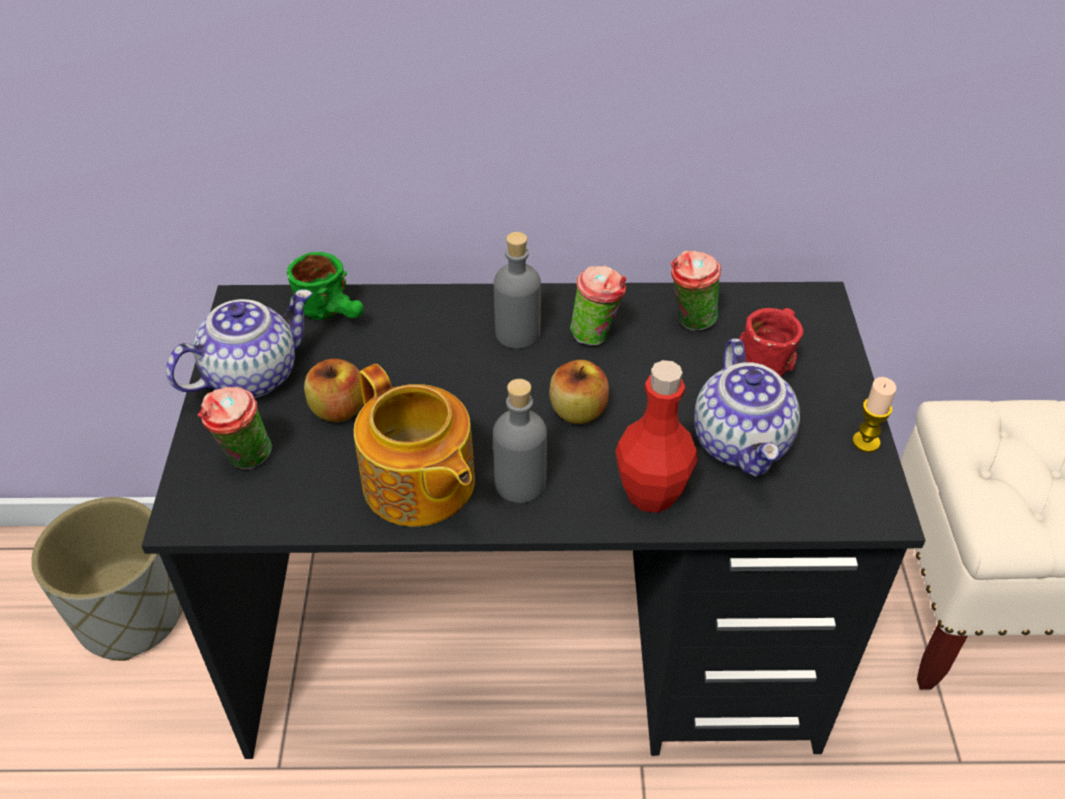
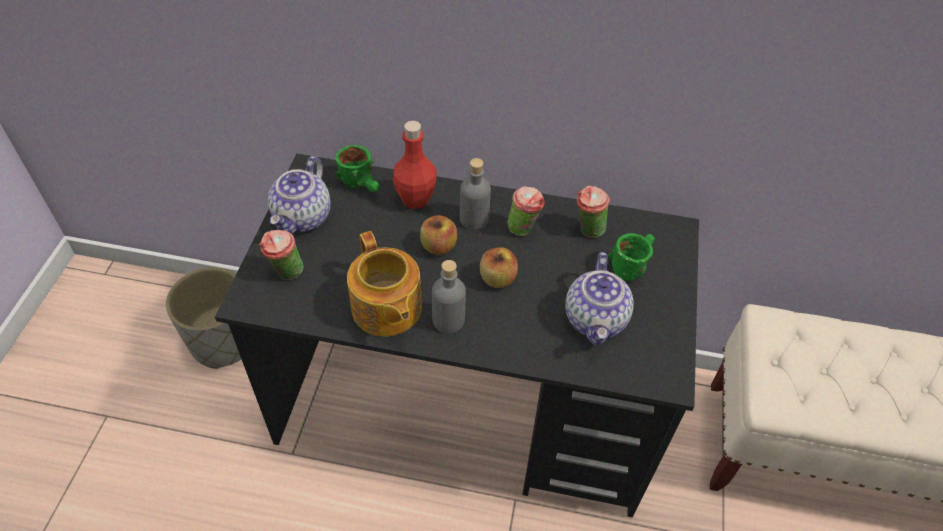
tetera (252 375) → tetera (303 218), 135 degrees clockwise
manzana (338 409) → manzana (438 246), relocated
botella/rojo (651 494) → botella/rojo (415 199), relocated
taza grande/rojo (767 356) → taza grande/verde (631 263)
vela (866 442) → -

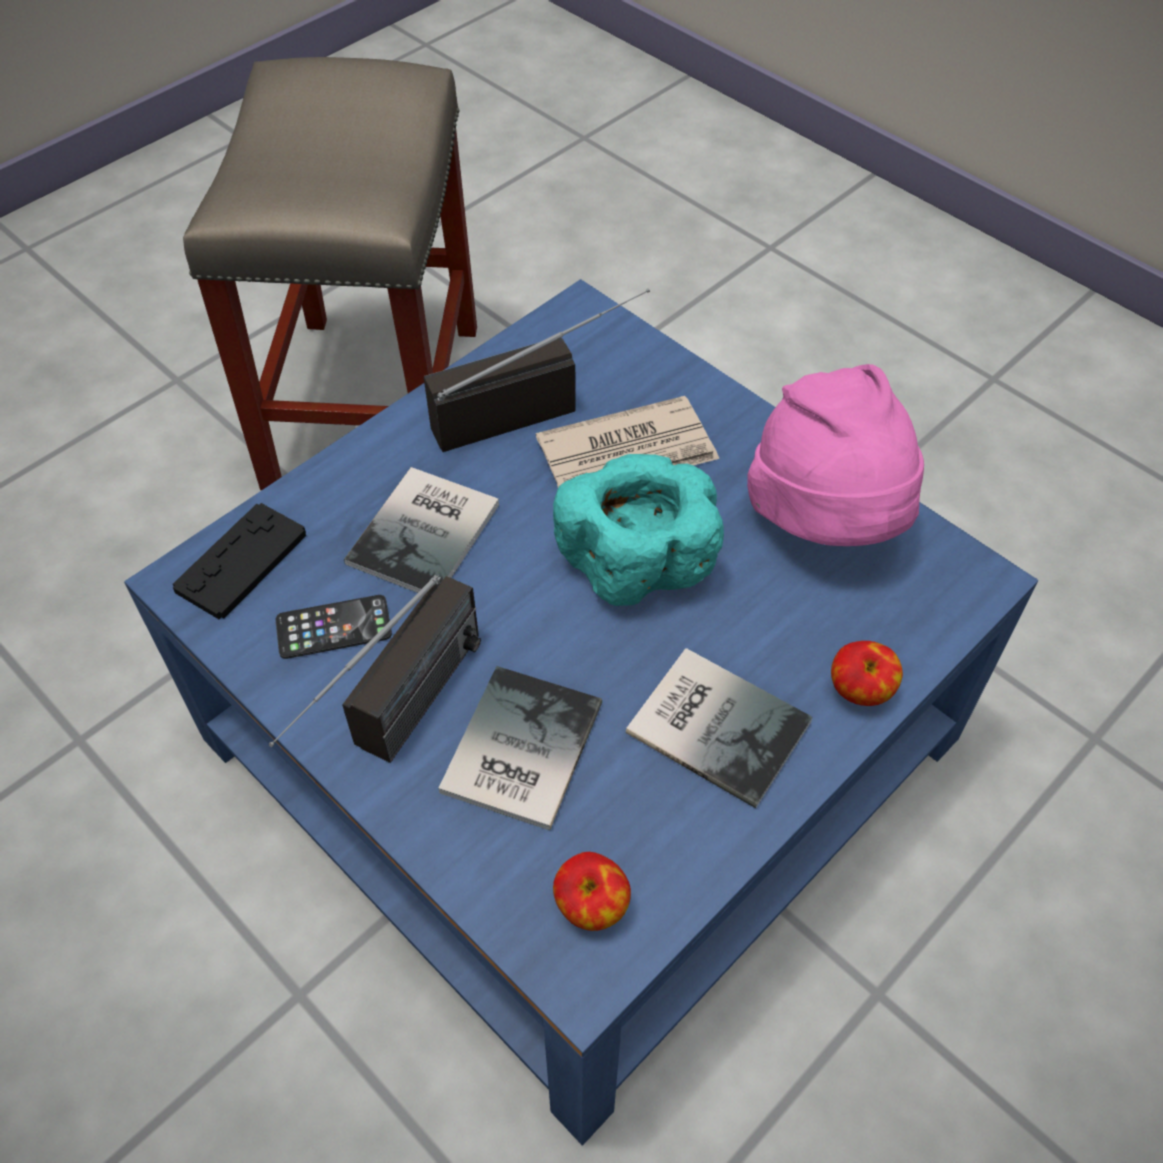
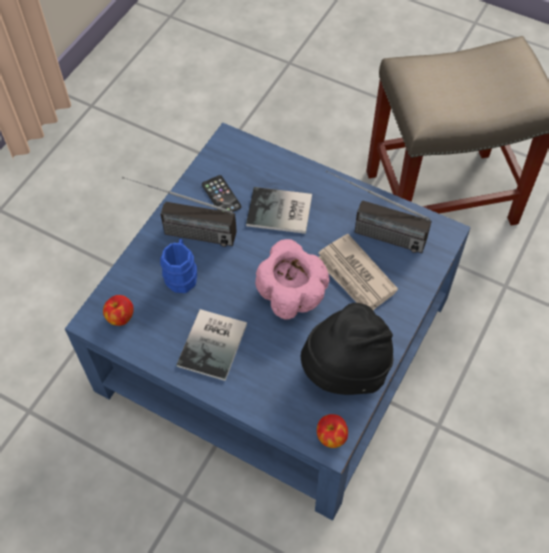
mando de consola/negro (241 562) → -
radio (538 407) → radio (371 232), 150 degrees clockwise
libro (516 750) → taza grande/azul (181 274)
cuenco/turquesa (637 560) → cuenco/rosa (292 294)
sombrero/rosa (827 519) → sombrero/negro (345 369)
manzana (860 691) → manzana (331 437), relocated

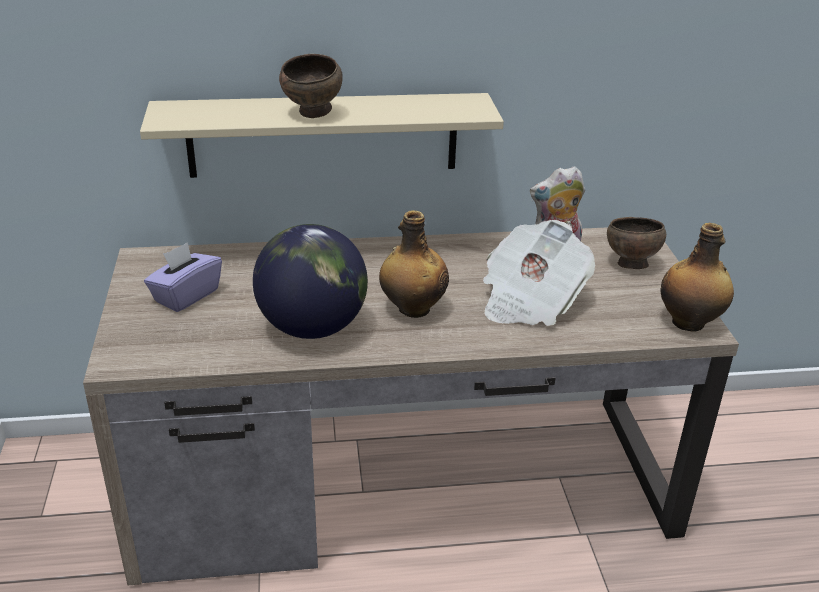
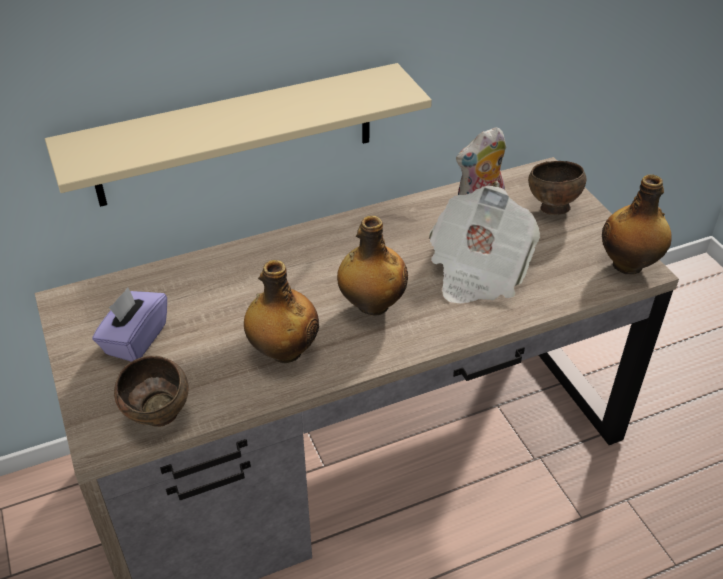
globo terráqueo (312 328) → botella (283 351)
cuenco/marrón (313 114) → cuenco/marrón (160 417), relocated

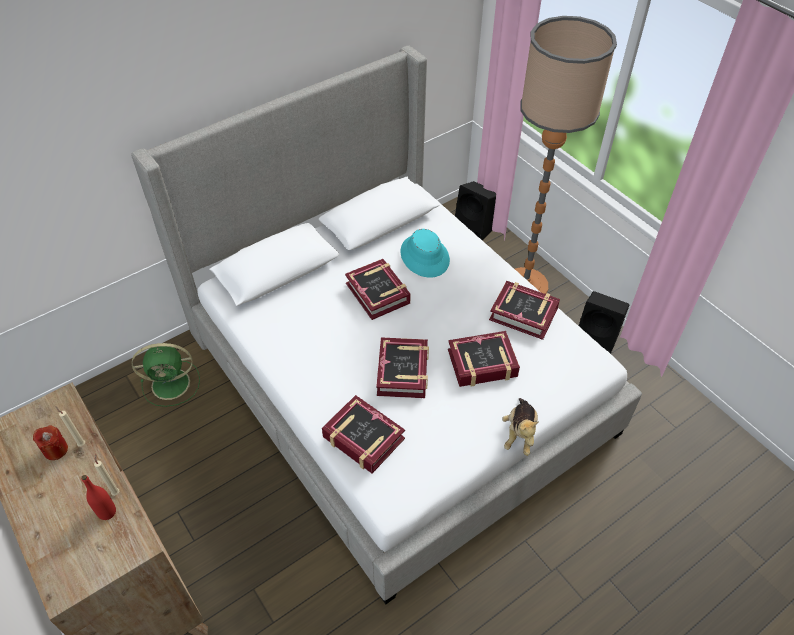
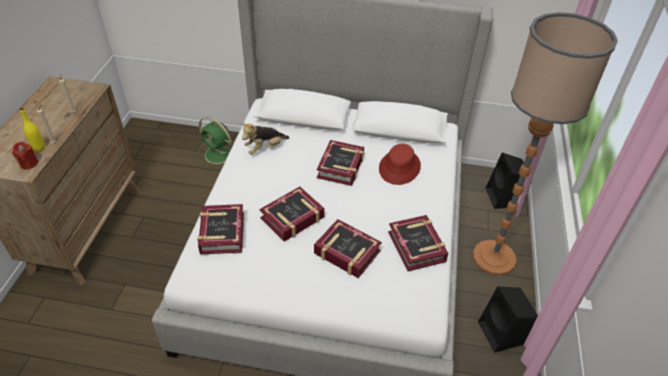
vela/rojo (56 450) → vela/rojo (29 163), relocated
botella/rojo (107 512) → botella/amarillo (39 148)
sombrero/turquesa (425 256) → sombrero/rojo (399 167)
peluche (519 433) → peluche (265 148), relocated

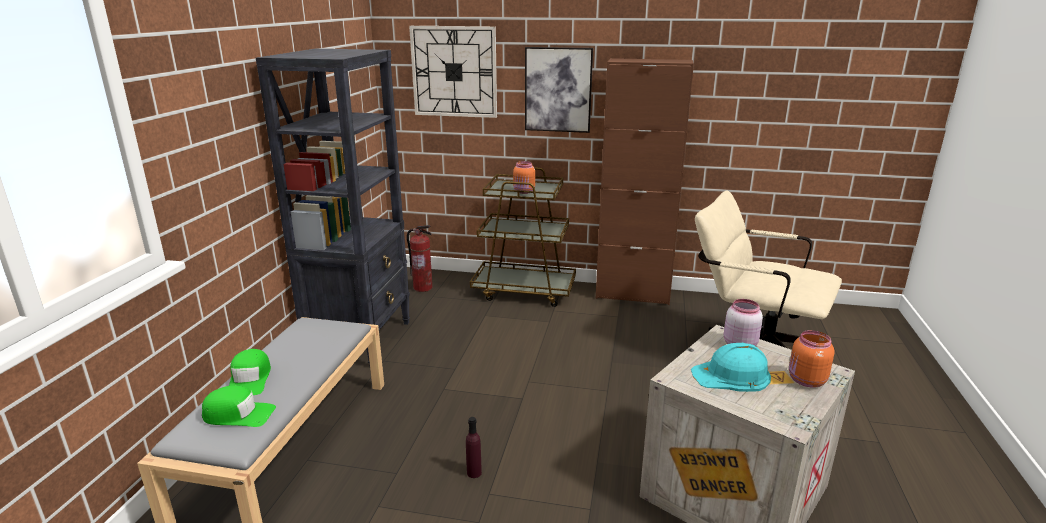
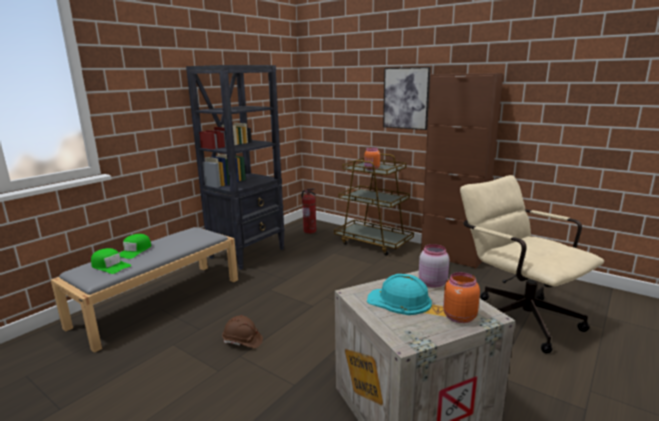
reloj de pared (454 72) → -
botella/morado (474 473) → casco/marrón (242 341)

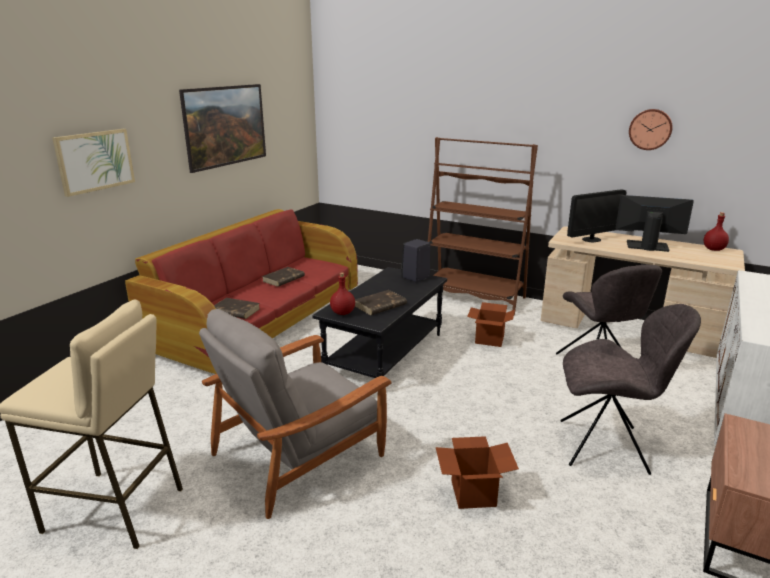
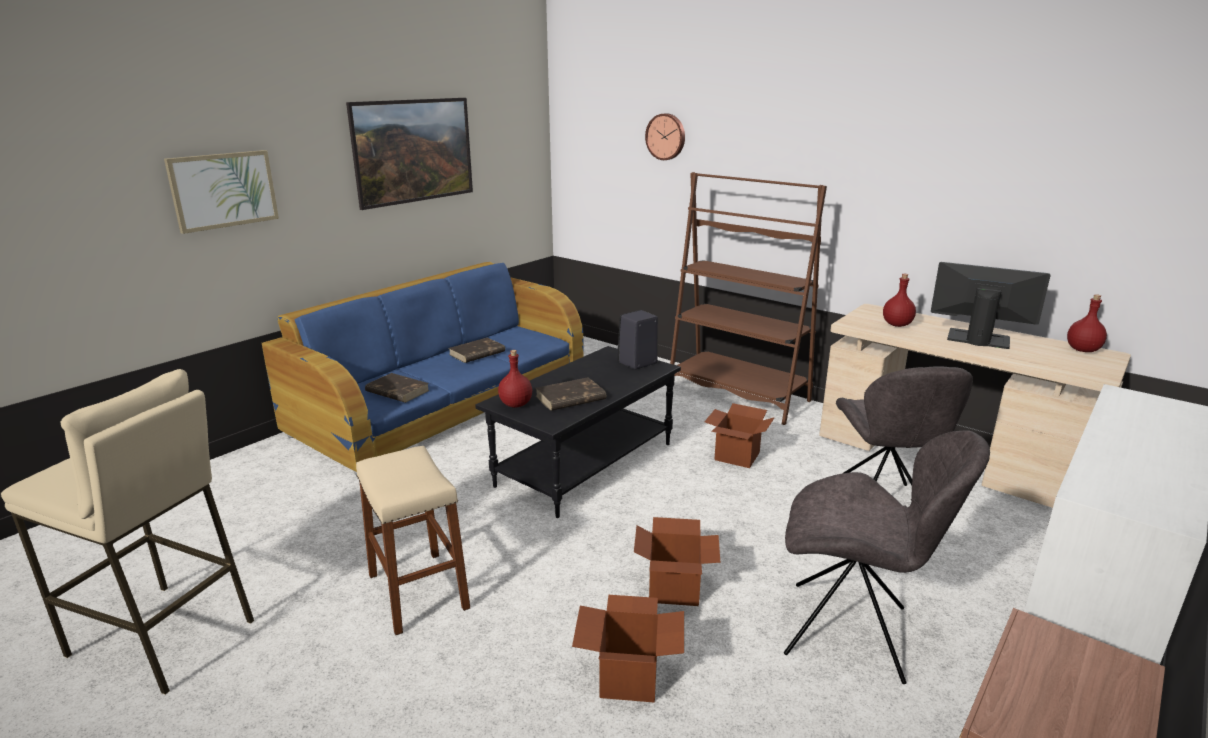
sofá/rojo (260 318) → sofá/azul (444 402)
sillón/gris (299 454) → taburete/beis (418 591)
monitor (591 239) → botella/rojo (896 324)
reloj de pared (650 129) → reloj de pared (666 136), relocated
- → caja de cartón (673 589)

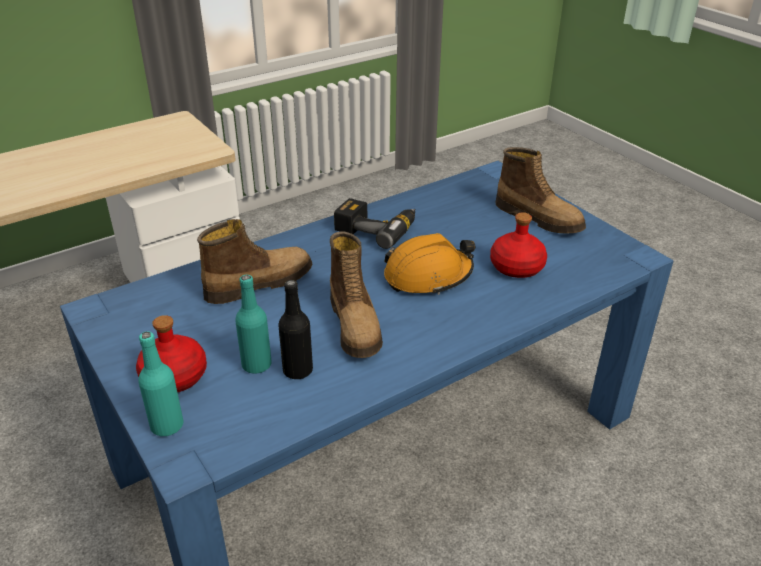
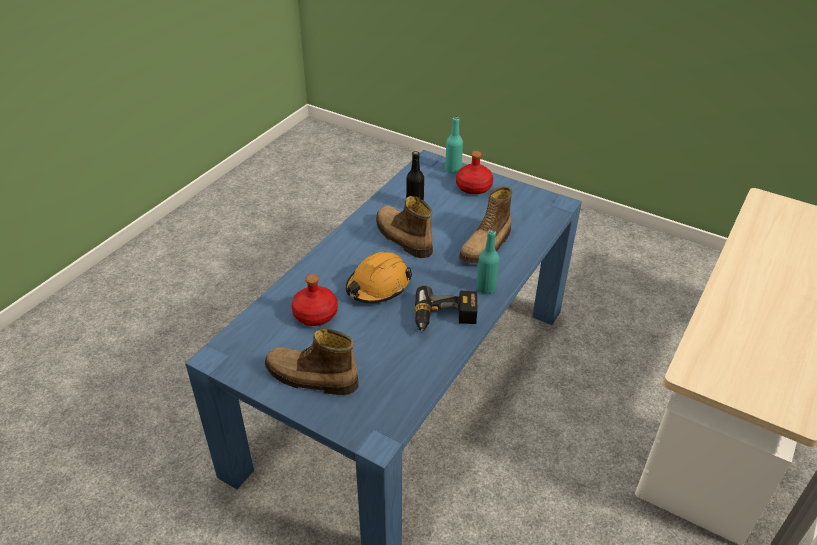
botella/turquesa (256 365) → botella/turquesa (486 288), relocated

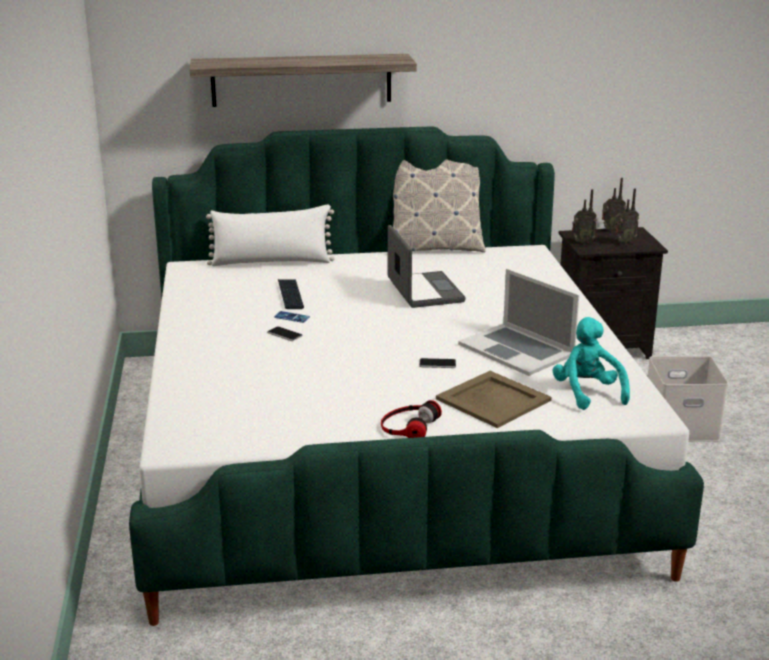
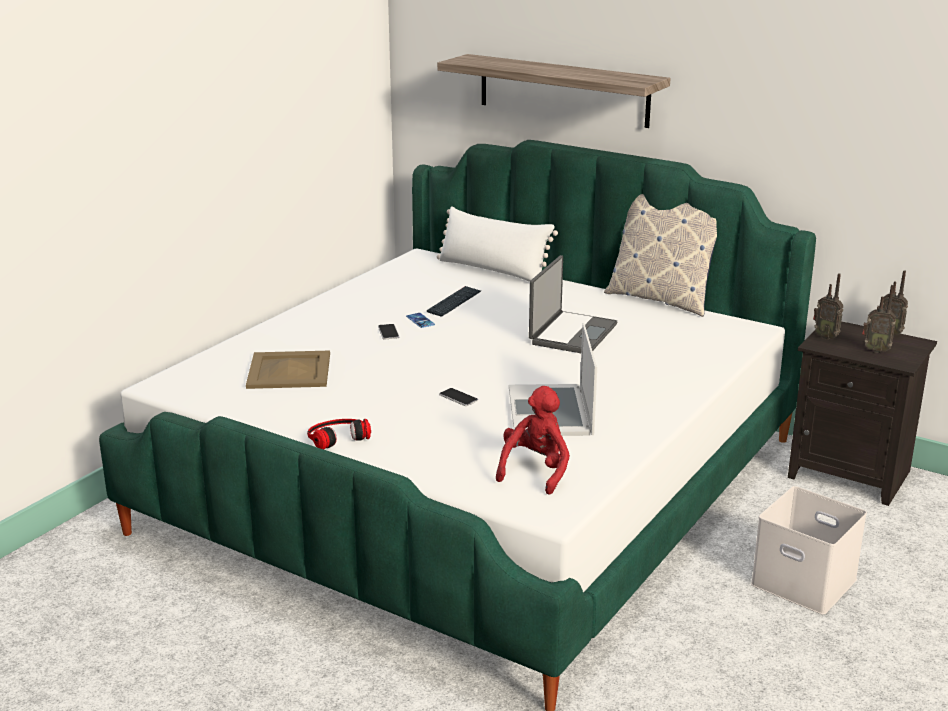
bandeja/beis (493 399) → bandeja/beis (290 370), relocated
peluche/turquesa (587 393) → peluche/rojo (535 471)

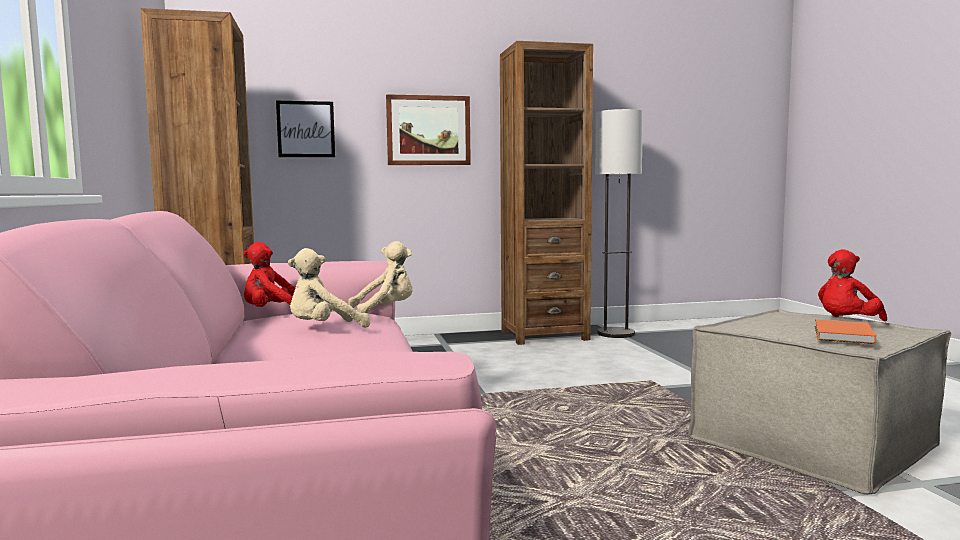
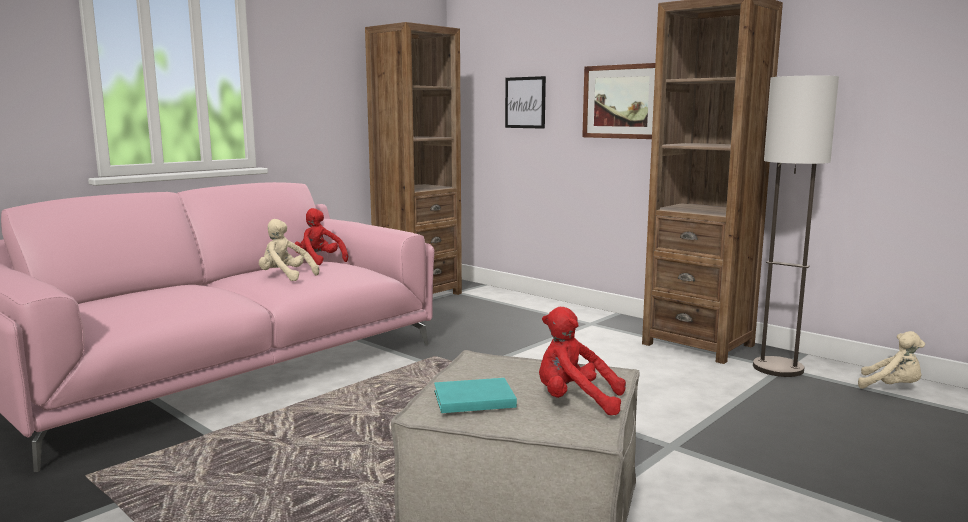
peluche/beis (385 311) → peluche/beis (891 387), relocated
libro/naranja (842 335) → libro/turquesa (471 398)

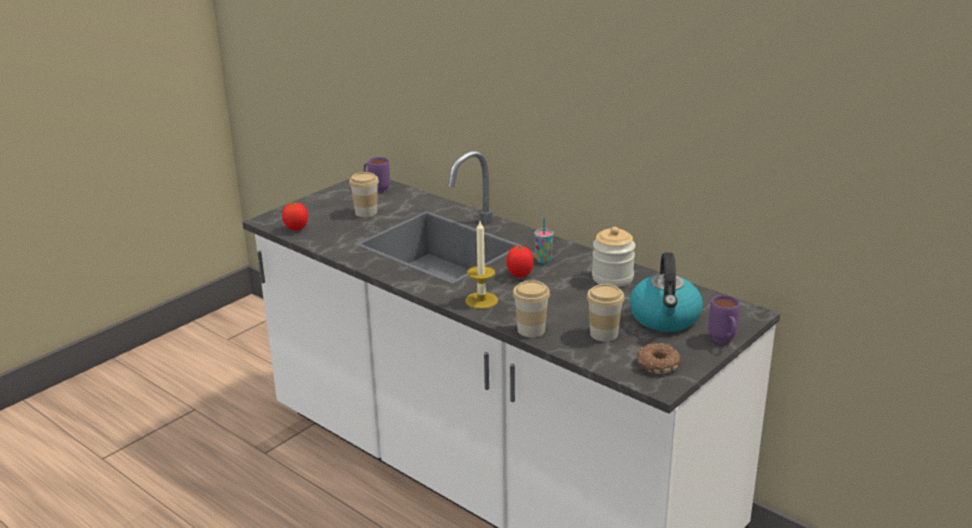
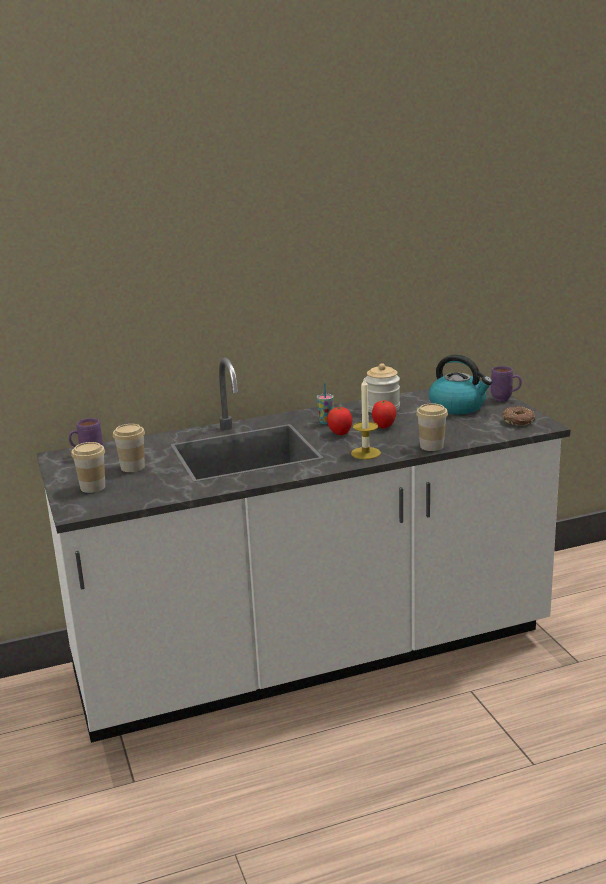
tomate (296 229) → tomate (383 427), relocated
taza (604 334) → taza (93 487), relocated

